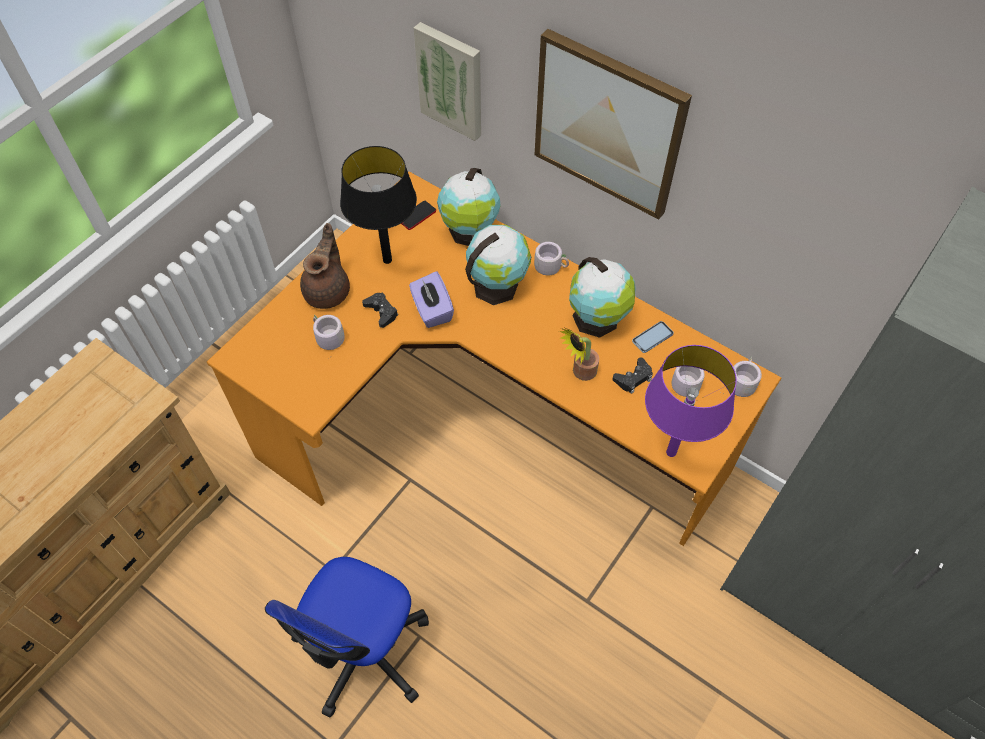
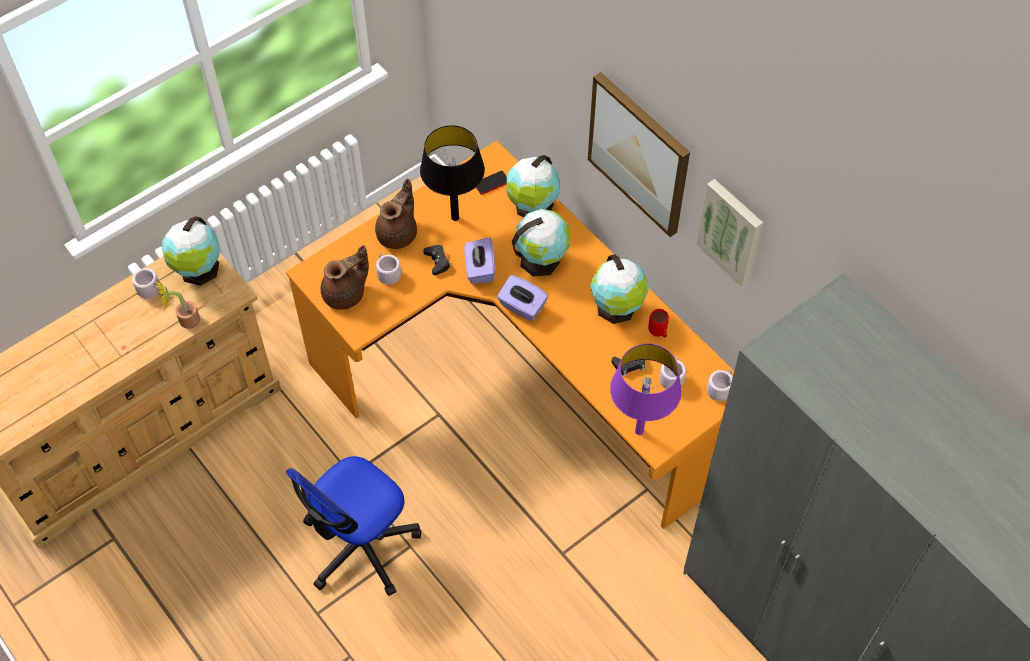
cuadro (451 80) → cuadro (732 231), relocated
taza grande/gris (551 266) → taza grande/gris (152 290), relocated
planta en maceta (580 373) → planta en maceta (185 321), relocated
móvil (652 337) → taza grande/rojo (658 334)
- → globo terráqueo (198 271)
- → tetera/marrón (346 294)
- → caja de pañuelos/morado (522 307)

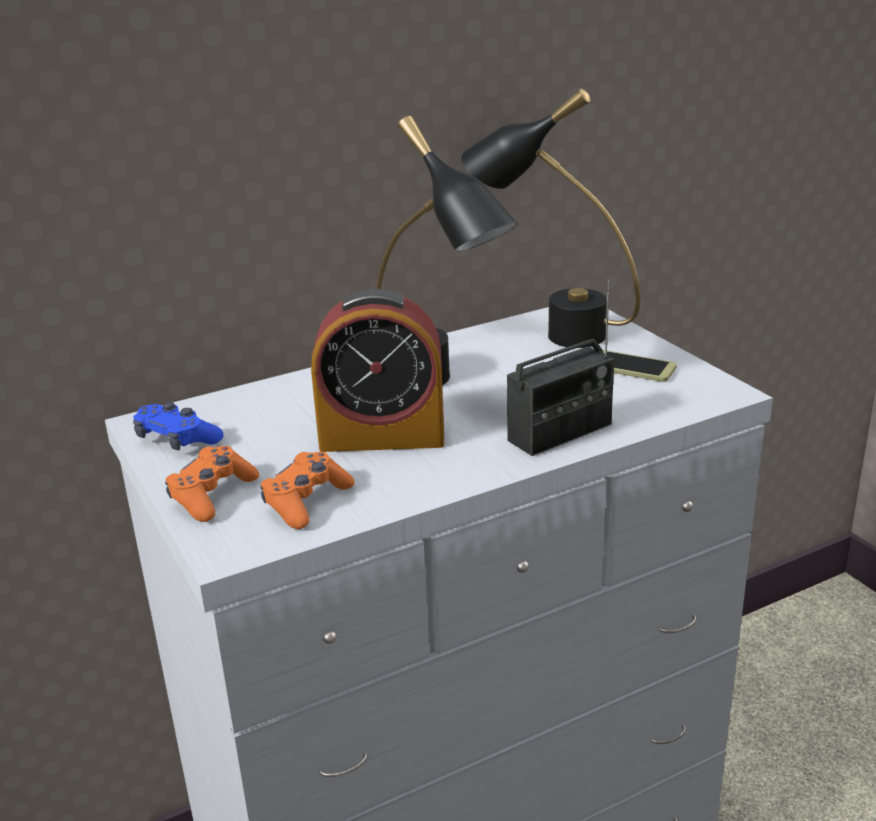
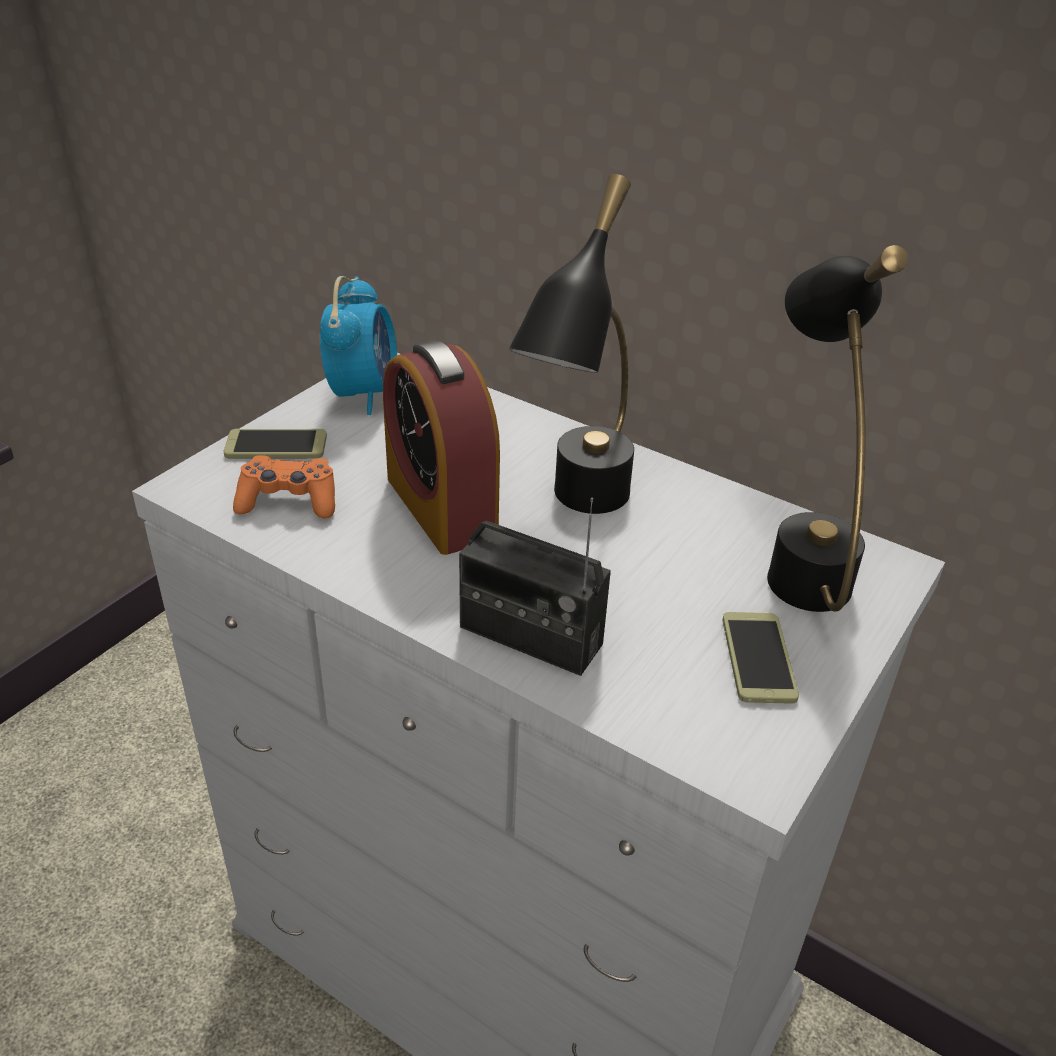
mando de consola/azul (177 440) → despertador (363 393)
mando de consola/naranja (212 495) → móvil (276 445)

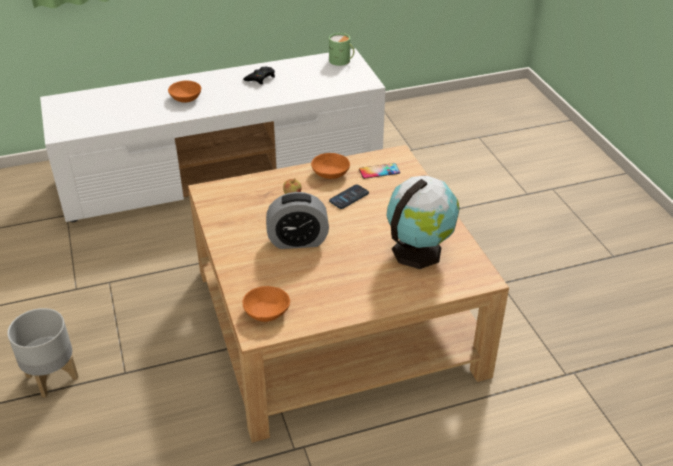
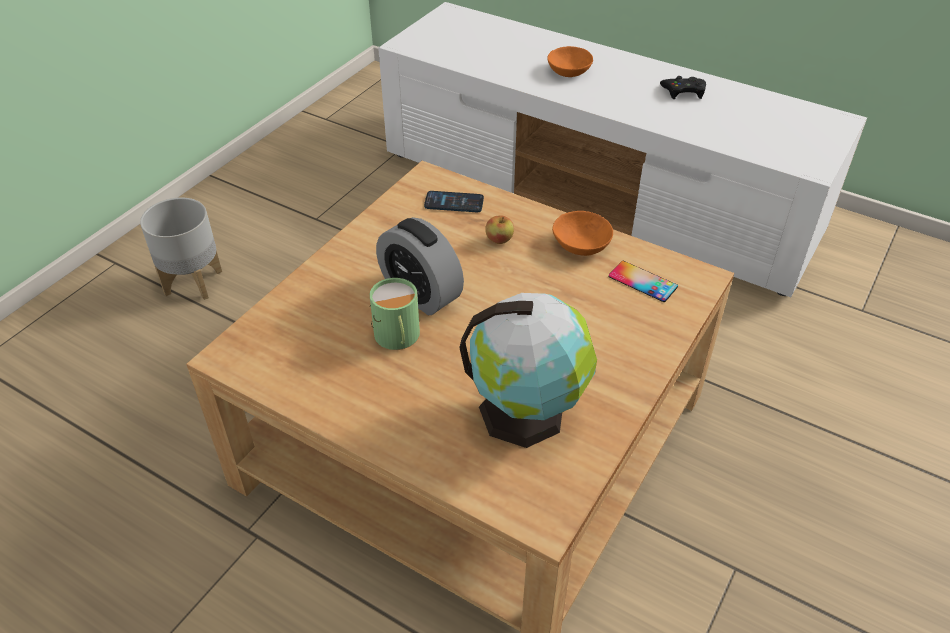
cuenco/naranja (267 311) → -
taza grande/verde (341 61) → taza grande/verde (397 337), relocated
móvil (349 197) → móvil (454 202), relocated

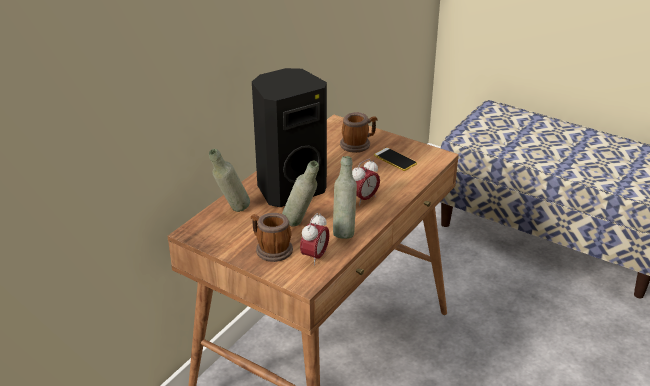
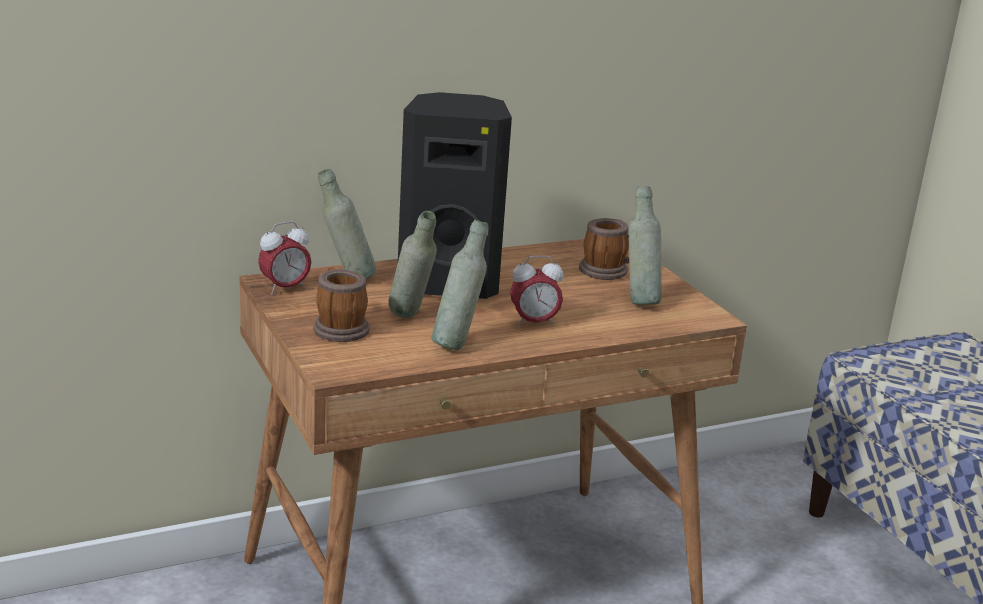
despertador (315 257) → despertador (284 289), relocated
móvil (395 160) → botella/gris (639 301)

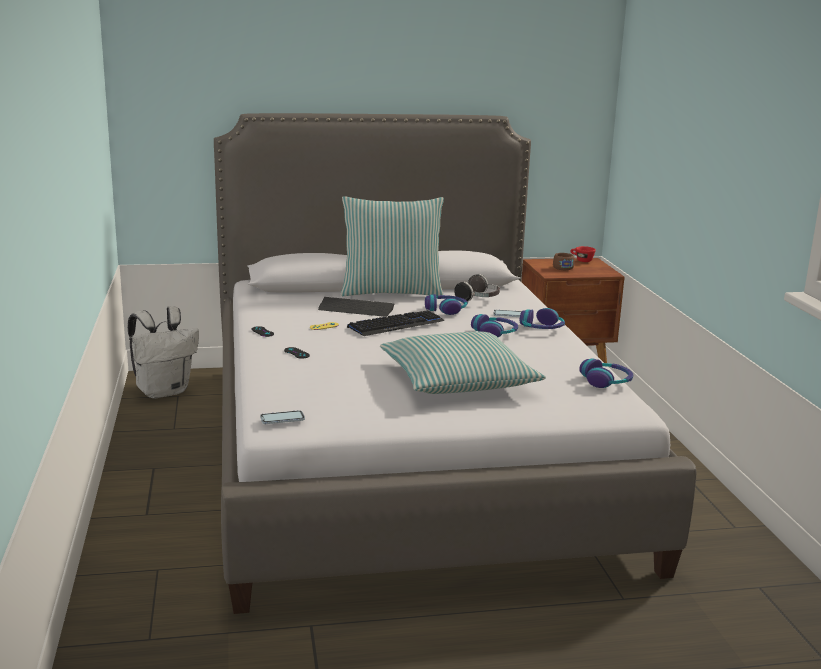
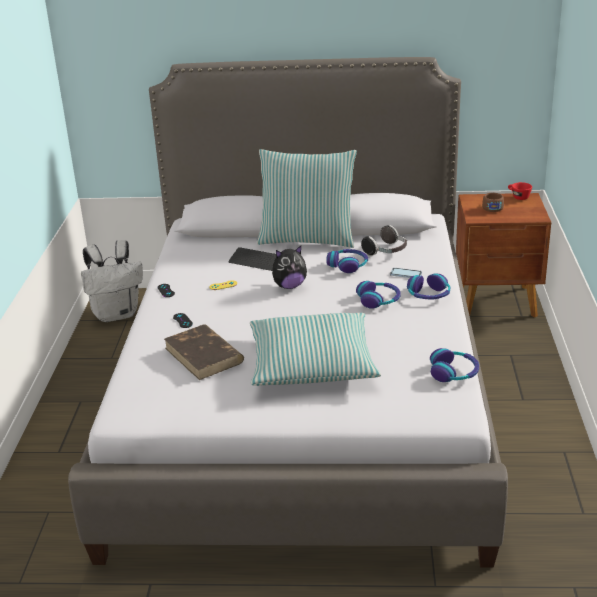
móvil (282 419) → -
teclado (396 325) → peluche (289 286)
- → libro/marrón (204 355)

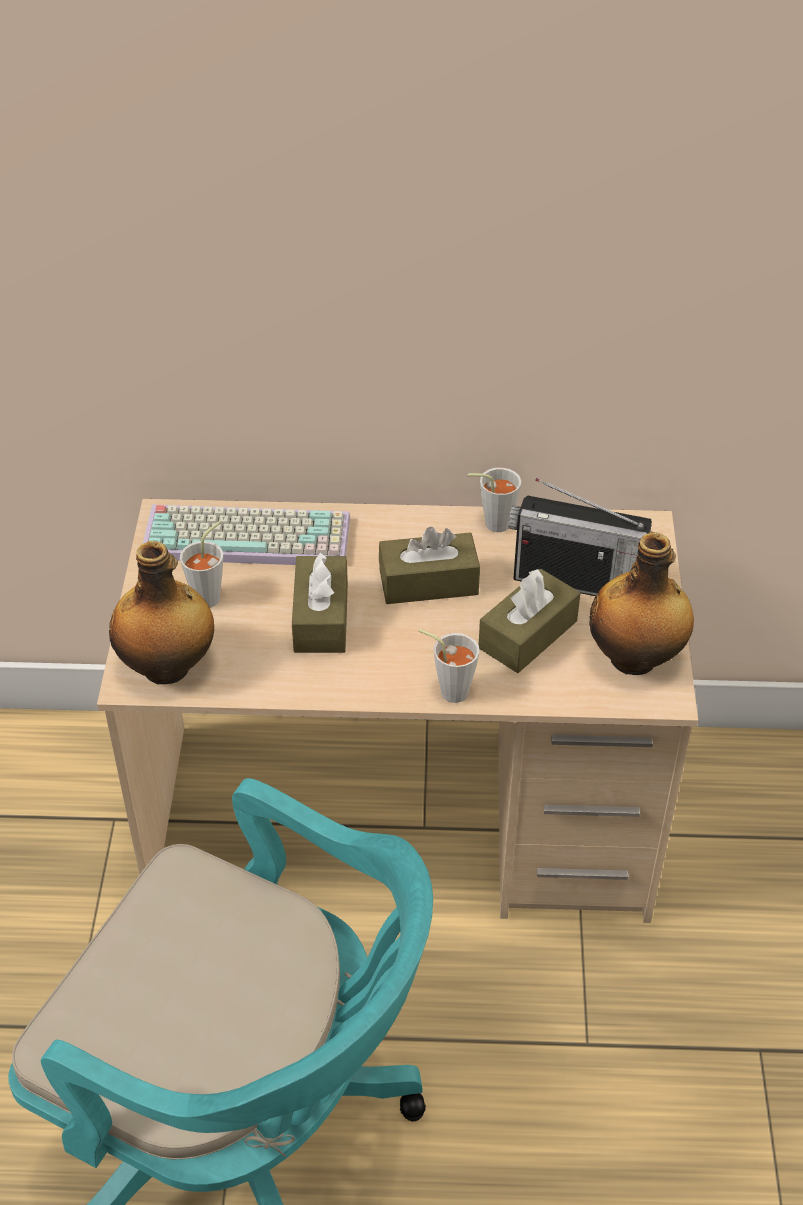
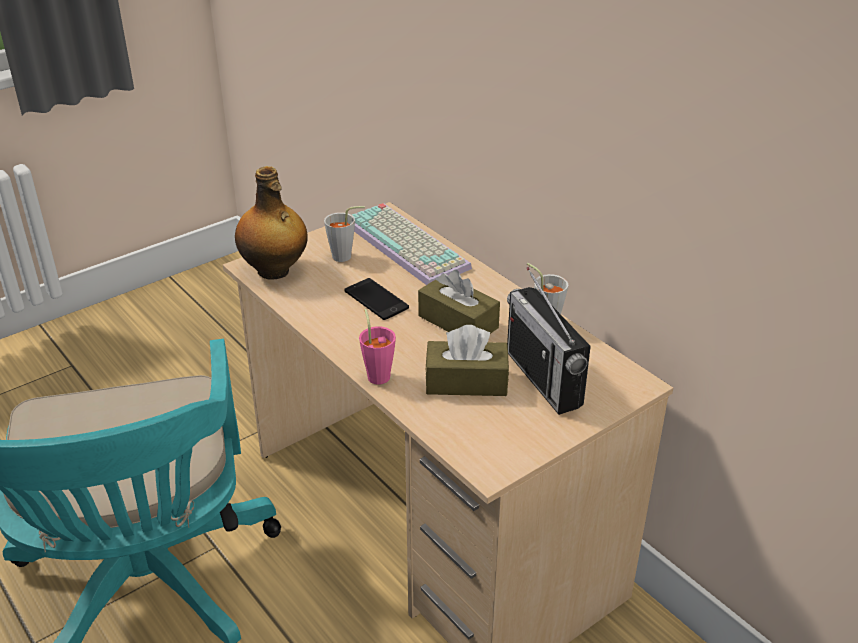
caja de pañuelos/marrón (321 618) → móvil (376 299)
taza/gris (448 689) → taza/rosa (378 373)
botella (635 658) → -

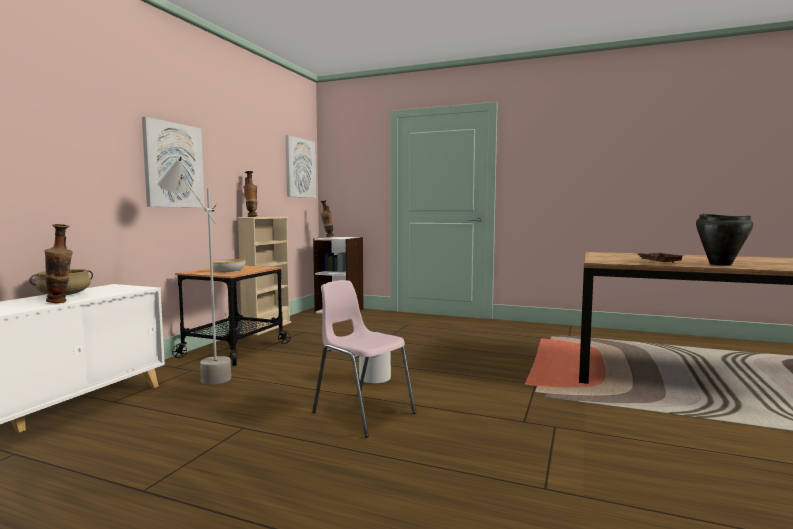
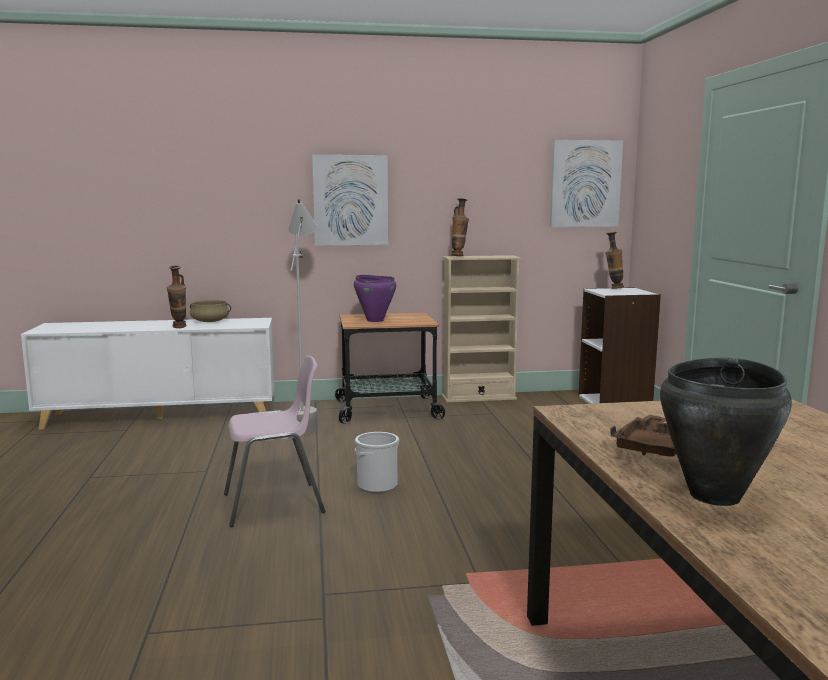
cuenco (228 271) → olla/morado (375 320)
silla/rosa (362 413) → silla/rosa (275 504), 60 degrees clockwise

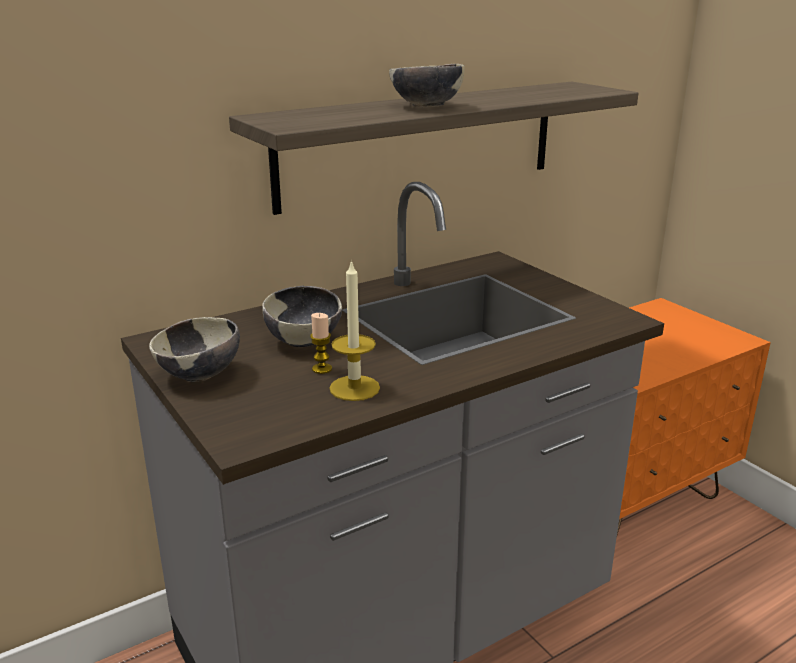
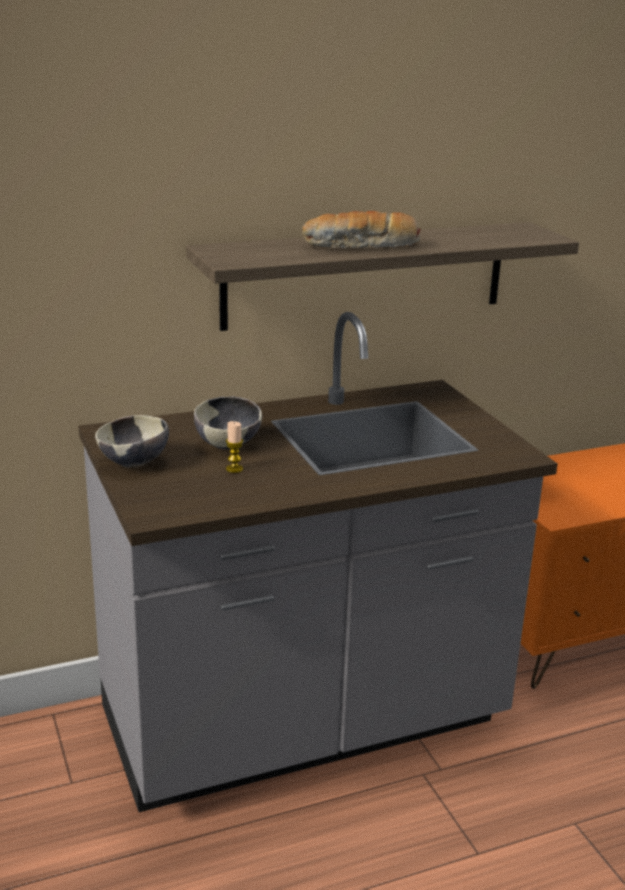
vela (354 388) → -
cuenco (426 106) → pan (361 247)

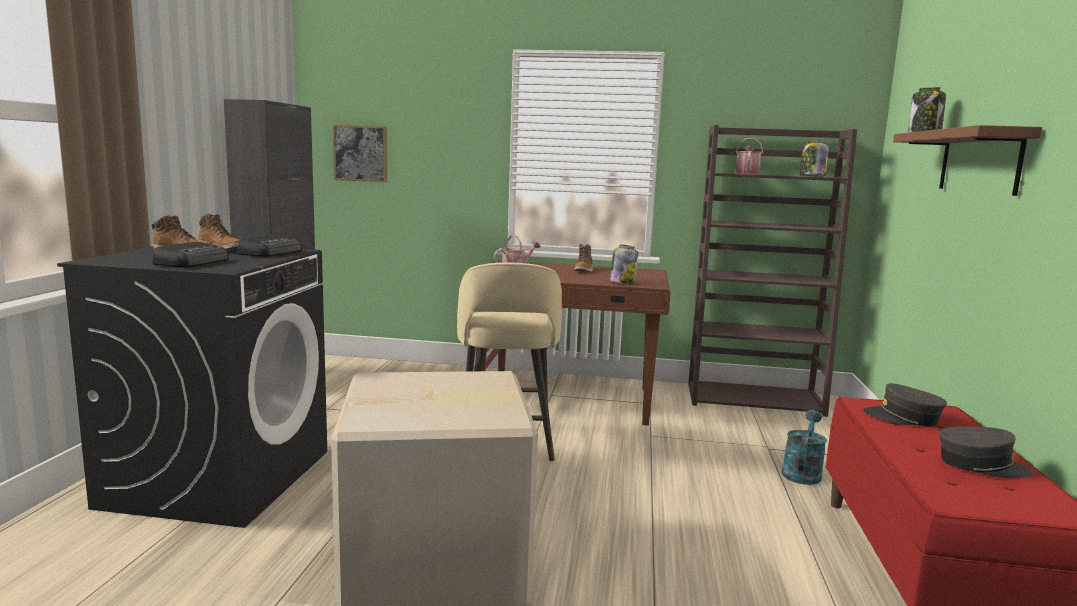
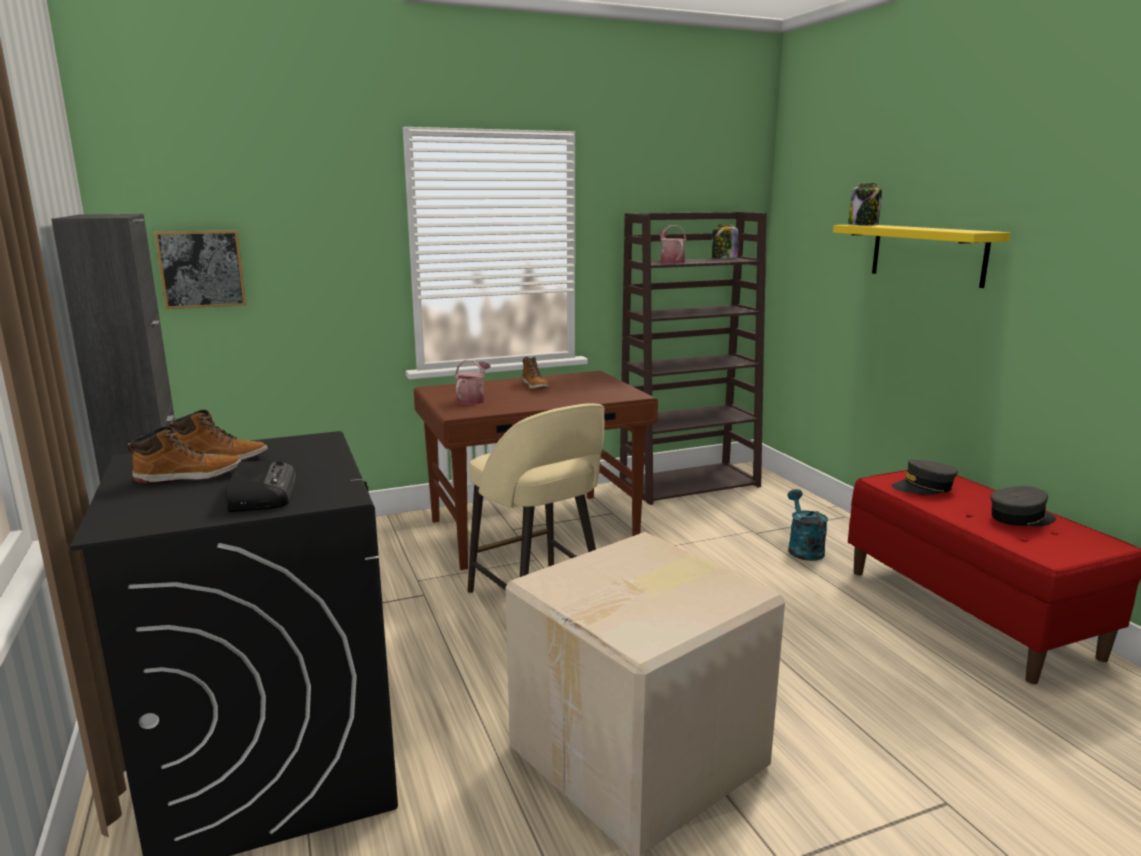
radio (271 252) → -
tarro (622 282) → -
estante/marrón (979 162) → estante/amarillo (927 254)

